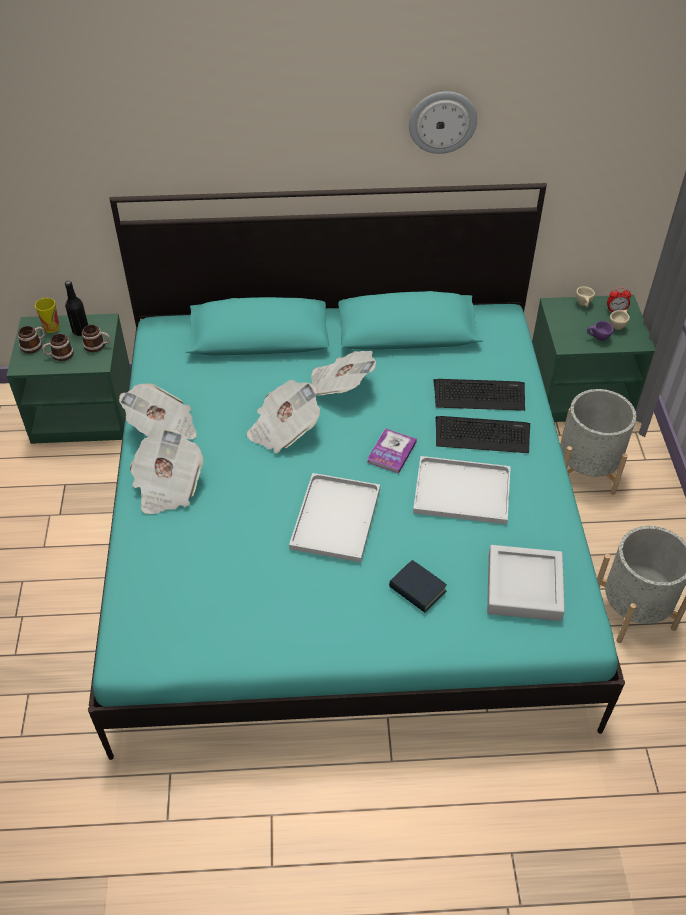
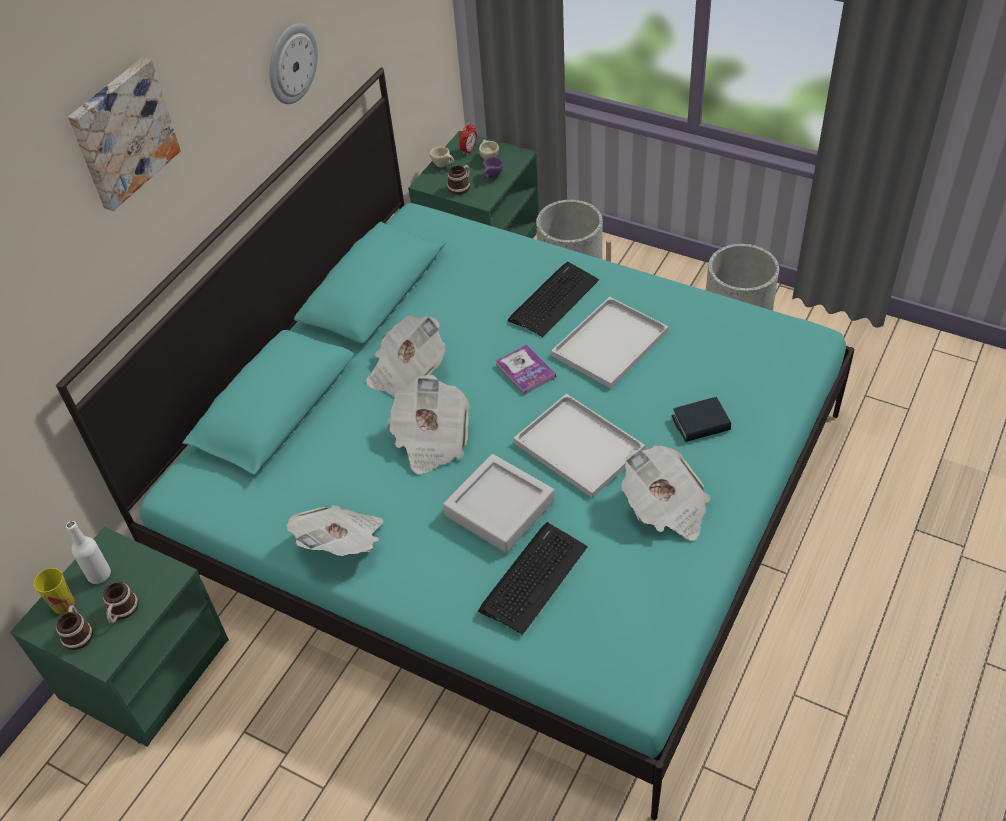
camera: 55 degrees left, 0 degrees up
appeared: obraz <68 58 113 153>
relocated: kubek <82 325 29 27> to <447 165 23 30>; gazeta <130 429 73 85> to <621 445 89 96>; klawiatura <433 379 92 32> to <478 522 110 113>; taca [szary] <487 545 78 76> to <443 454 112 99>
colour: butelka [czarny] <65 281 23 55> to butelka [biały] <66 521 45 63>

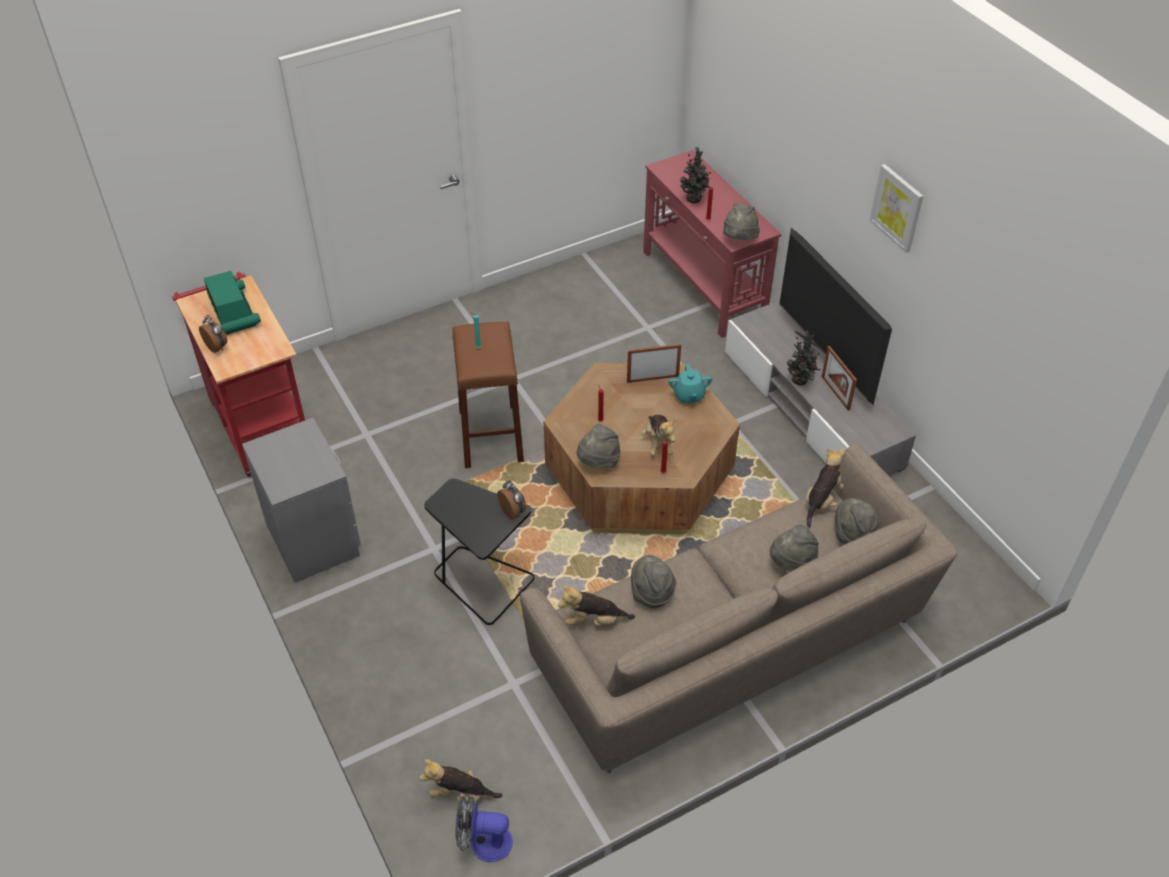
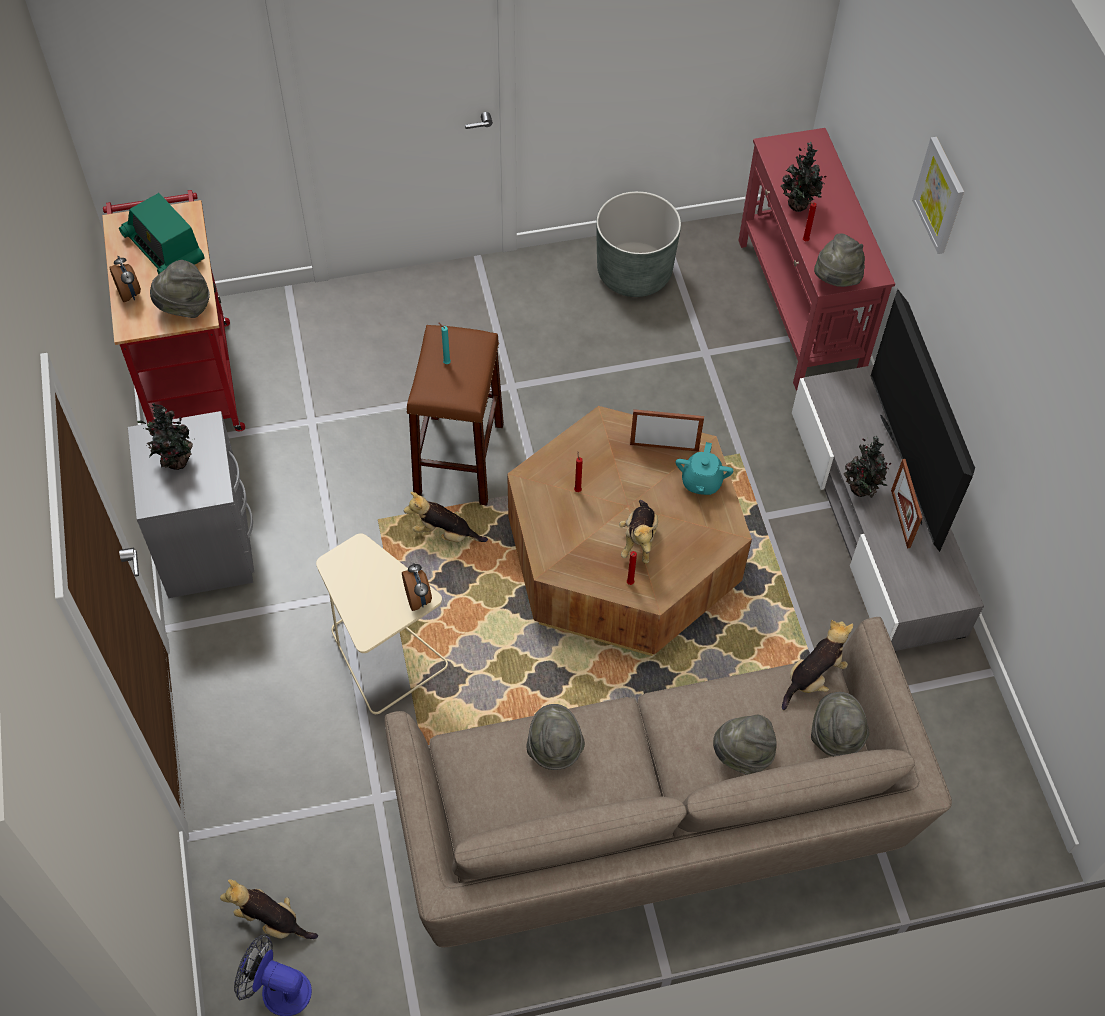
camera: 15 degrees right, 10 degrees up
appeared: roślina doniczkowa <137 403 56 67>; donica [szary] <596 191 85 106>
relocated: pluszak <558 585 77 41> to <404 492 84 50>; kapelusz [szary] <577 424 44 44> to <150 260 60 58>; obraz <869 164 54 89> to <912 137 52 117>
colour: stolik [czarny] <424 478 111 147> to stolik [beżowy] <316 533 132 181>
spun: radio <204 271 57 64> = <119 193 85 81> 150 degrees clockwise

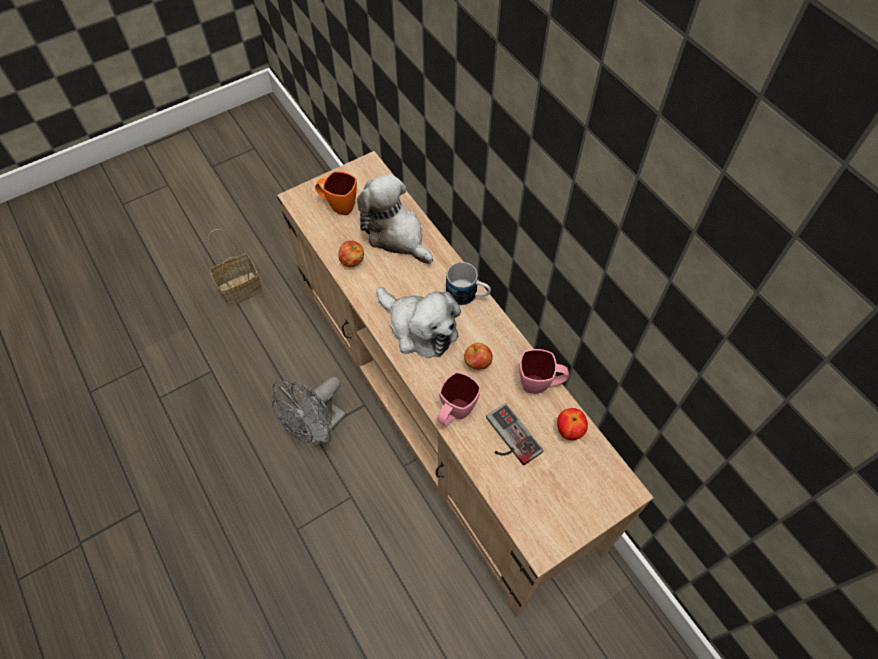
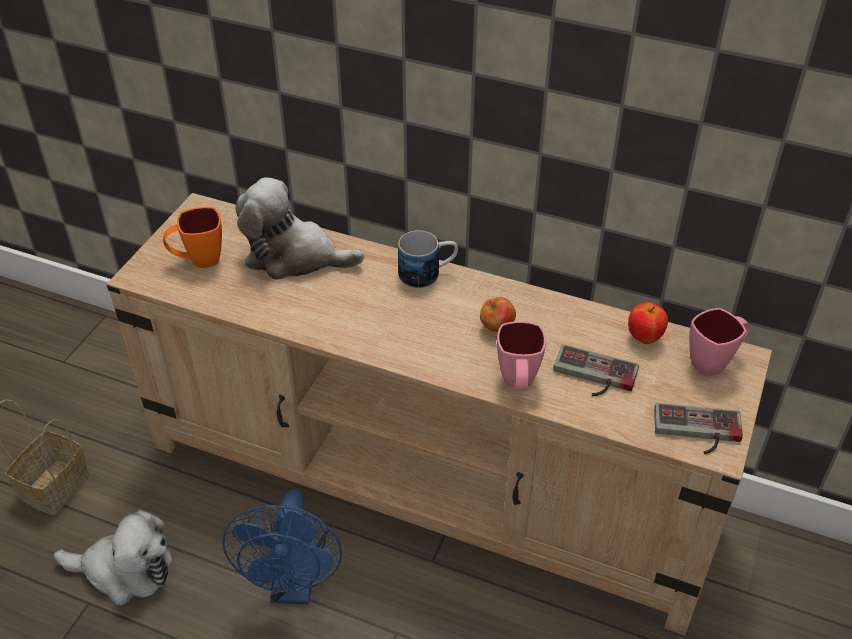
camera: 35 degrees left, 15 degrees down
missing: jabłko <338 241 26 26>
appeared: pad do gier <654 403 89 51>
relocated: pluszak <377 287 84 71> to <54 510 119 96>; kubek [różowy] <519 349 50 45> to <689 308 61 69>
colour: wentylator [szary] <272 377 74 70> to wentylator [niebieski] <222 489 120 115>

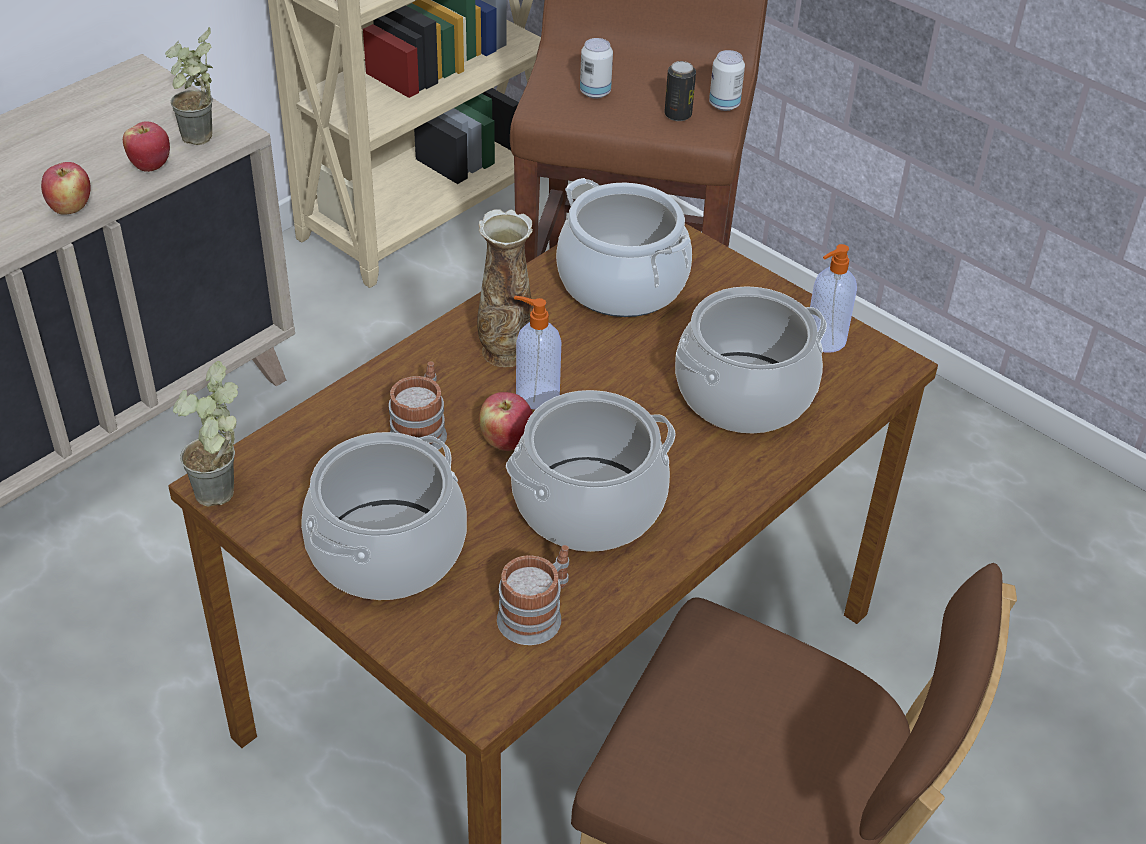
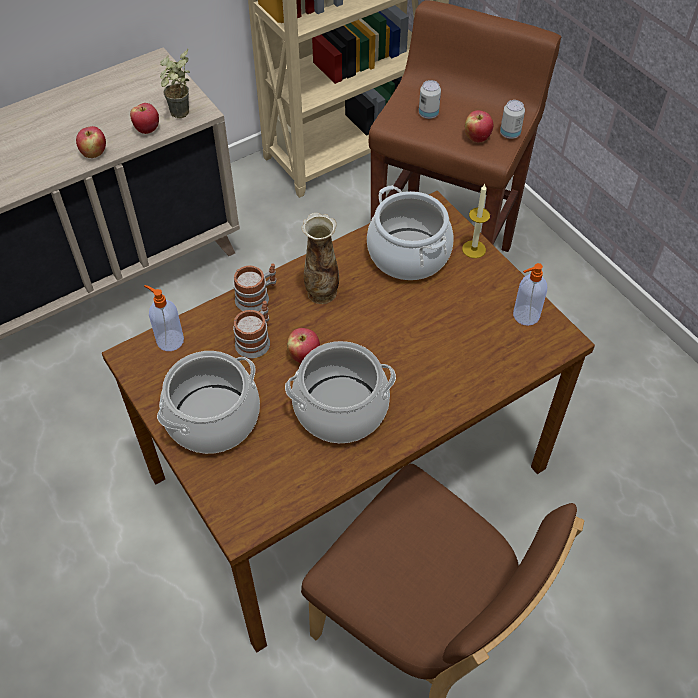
camera: 15 degrees right, 10 degrees up
missing: roślina doniczkowa <173 361 65 145>; garnek <675 286 152 147>
appeared: świeca <462 184 28 74>
relocated: kubek <497 545 72 100> to <233 263 44 48>; dozownik mydła <514 296 47 114> to <144 285 40 66>
exchanged: puszka <664 61 32 60> to jabłko <465 110 28 33>

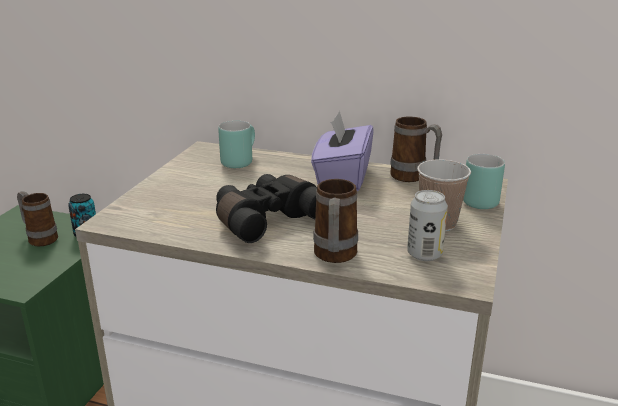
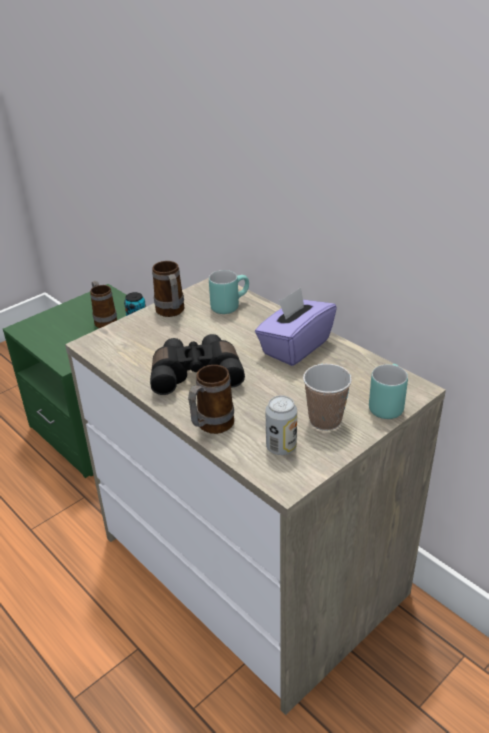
camera: 30 degrees right, 10 degrees up
relocated: kubek <390 116 52 66> to <152 261 33 56>

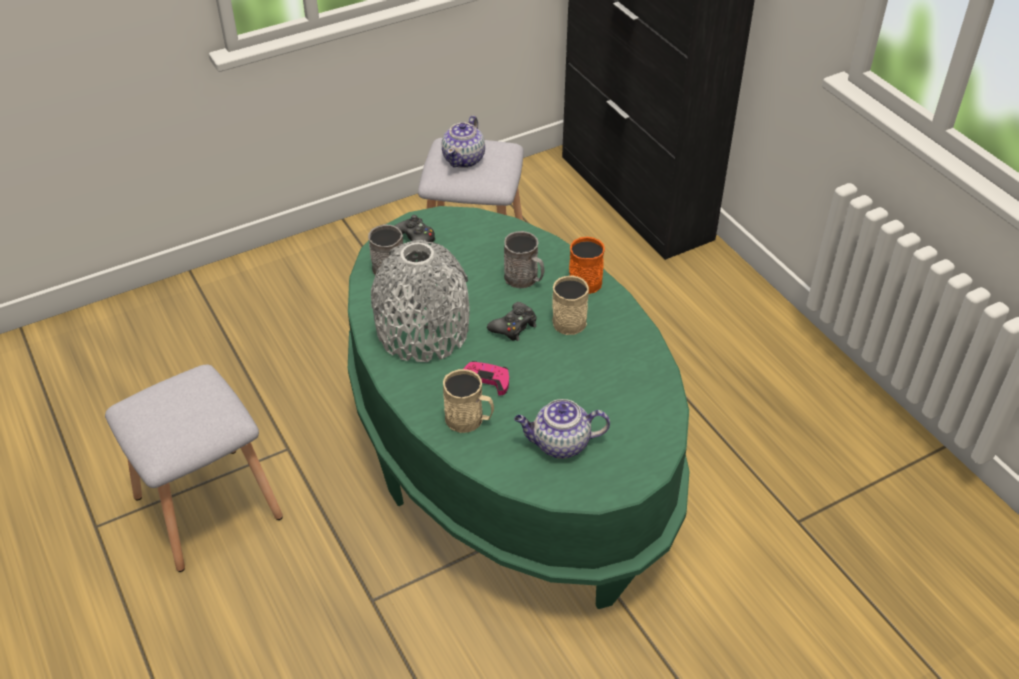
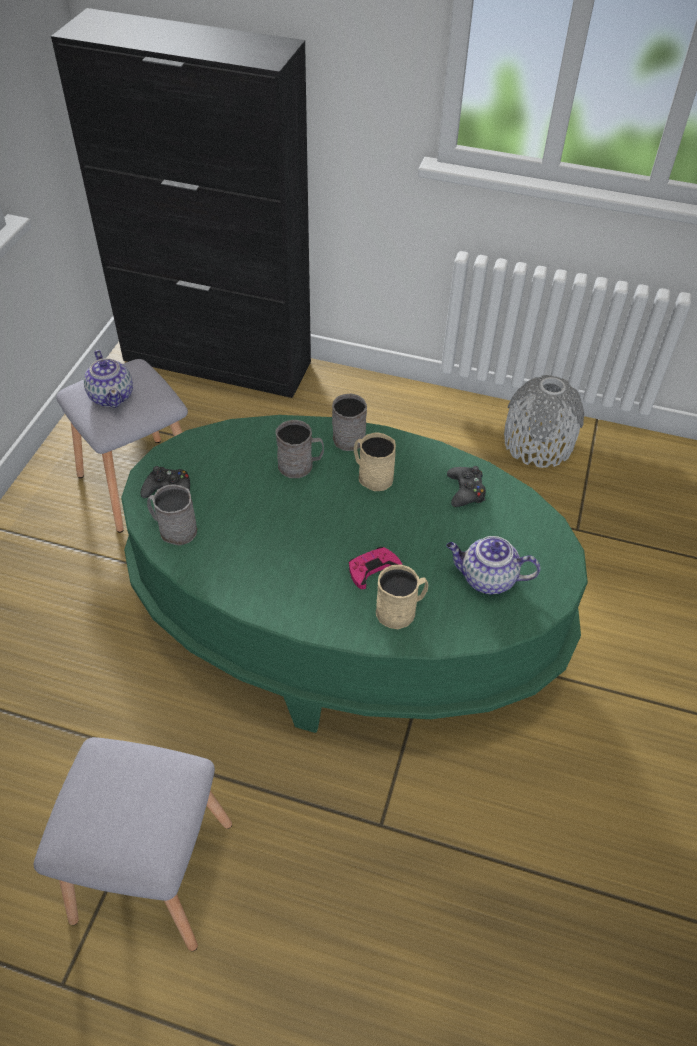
camera: 45 degrees left, 5 degrees up
relocated: wazon [szary] <371 240 98 122> to <504 375 81 93>; pad do gier [czarny] <487 302 50 39> to <447 466 39 41>
colour: kubek [pomarańczowy] <569 237 36 57> to kubek [szary] <332 393 35 58>
spun: imbryk <514 399 96 60> = <446 536 94 58> 60 degrees clockwise

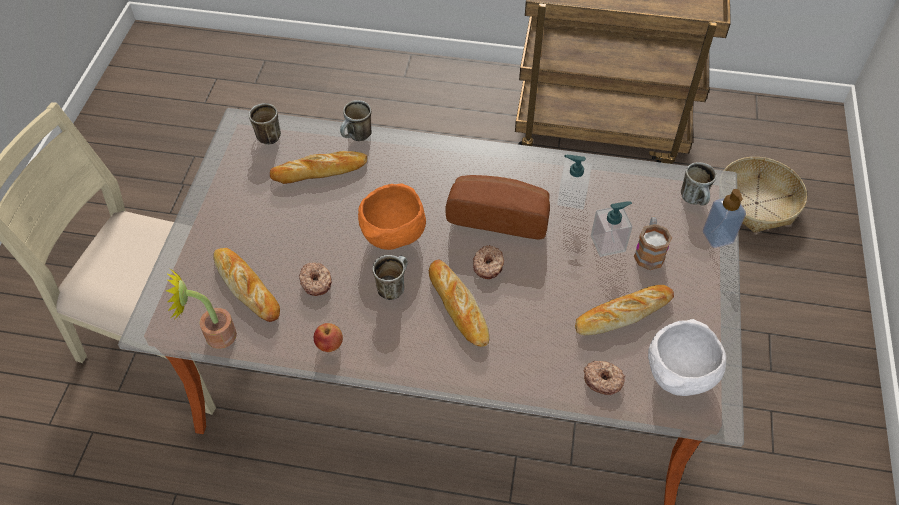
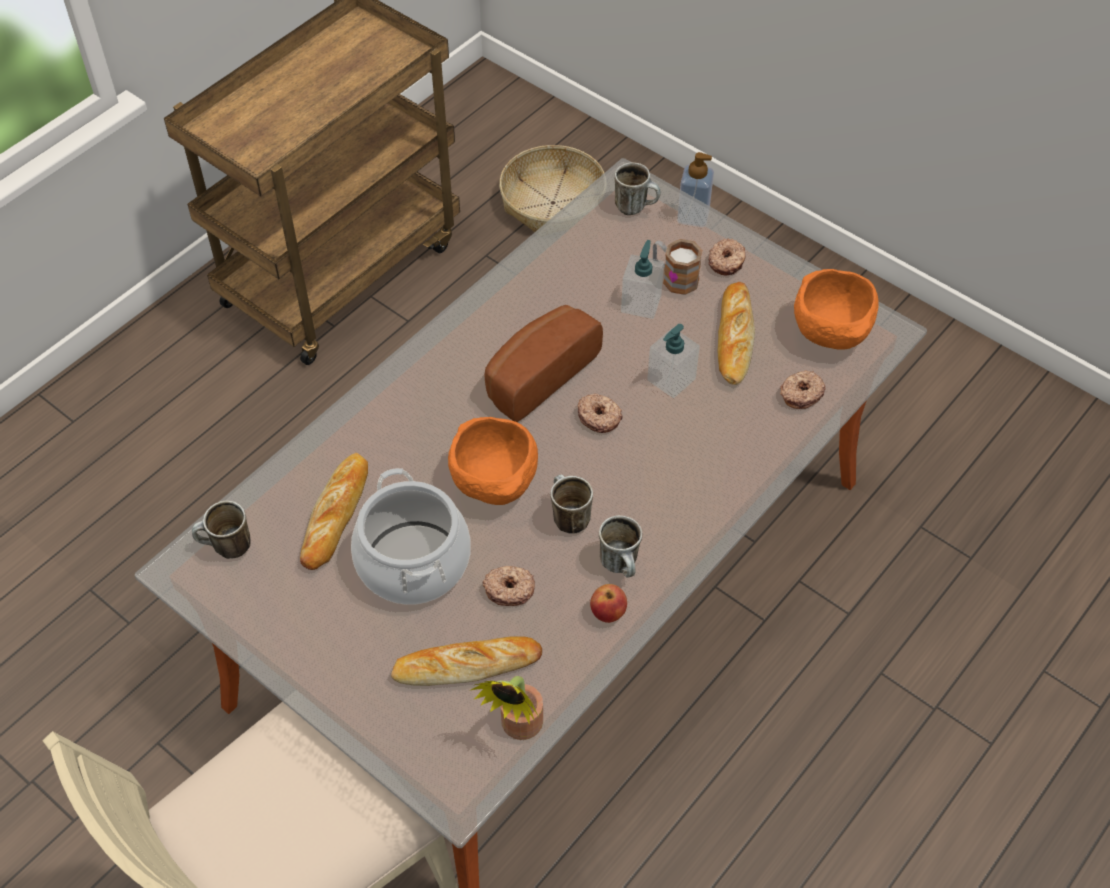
camera: 60 degrees left, 0 degrees up
missing: chleb <429 260 61 87>
appeared: garnek <351 468 120 137>; donut <708 239 38 36>
relocated: kubek <340 100 31 41> to <599 515 43 63>; dozownik mydła <557 155 35 54> to <647 324 53 74>
colour: miska [biały] <648 319 78 77> to miska [pomarańczowy] <794 269 85 81>

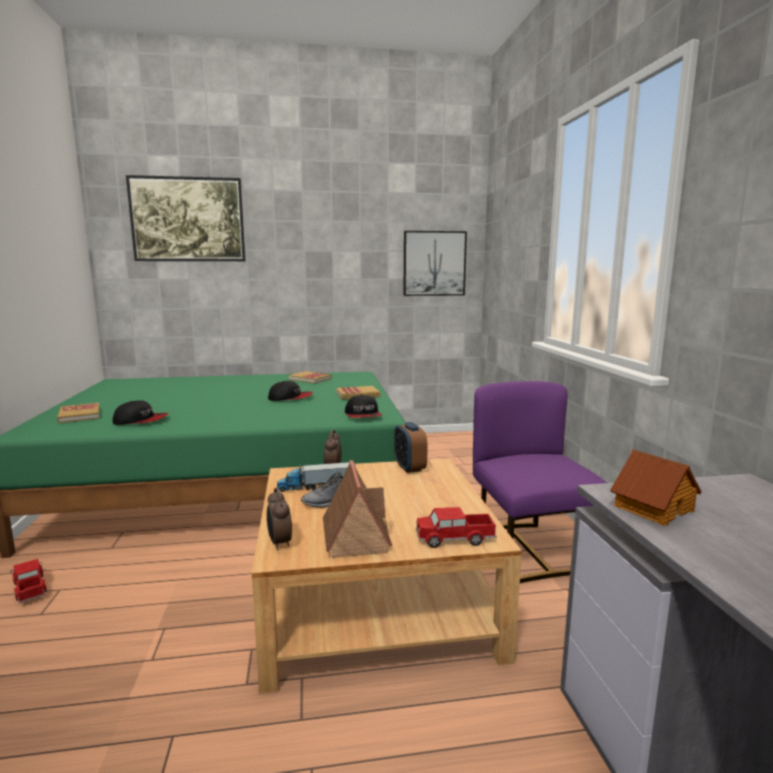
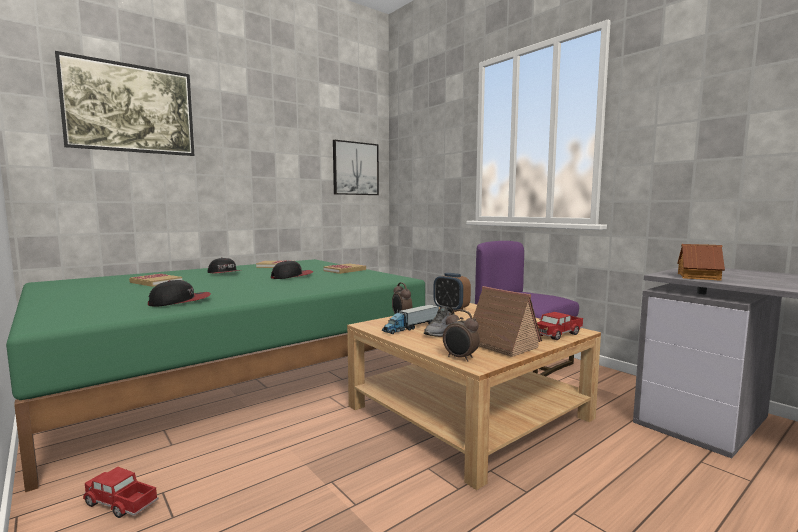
camera: 30 degrees left, 5 degrees down
relocated: książka <57 403 43 20> to <129 274 53 13>; czapka z daszkiem <345 394 37 24> to <207 258 34 16>

